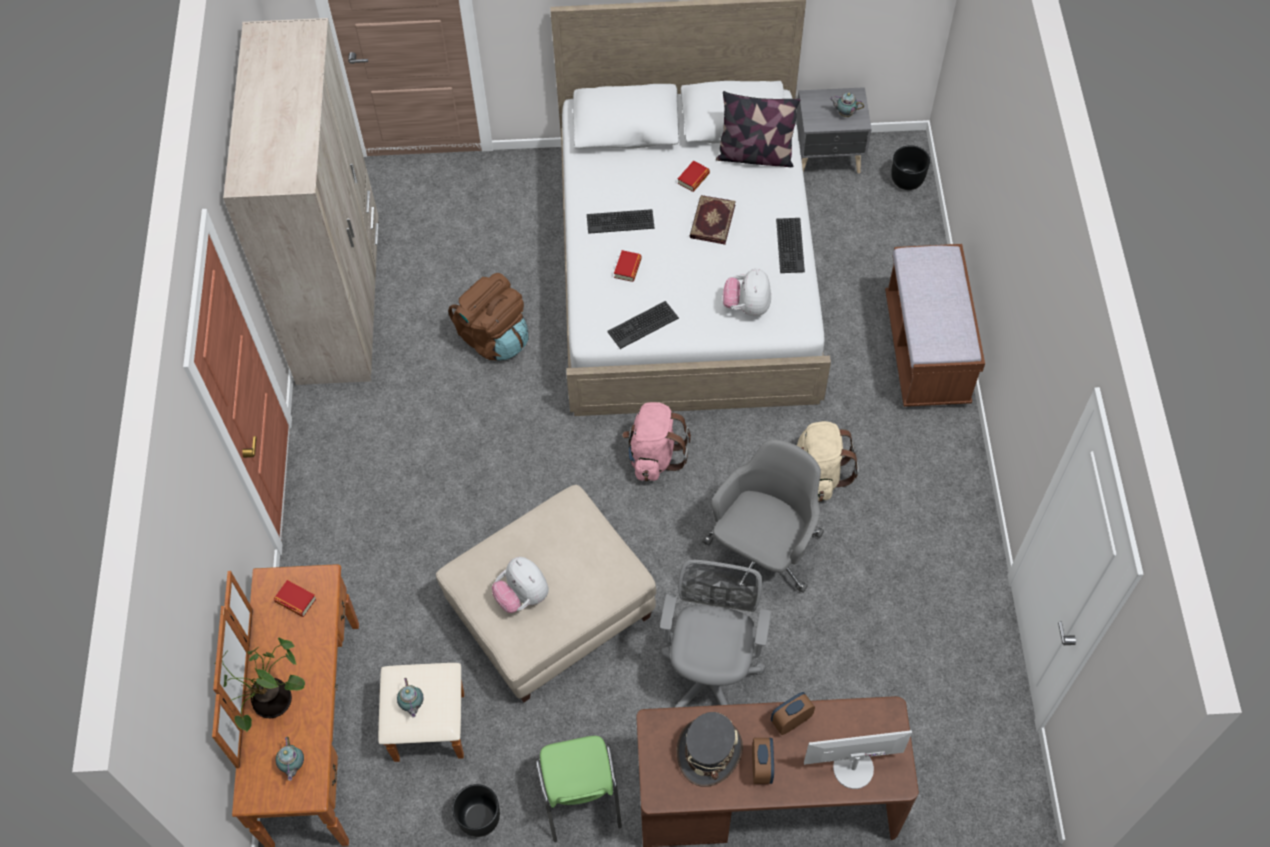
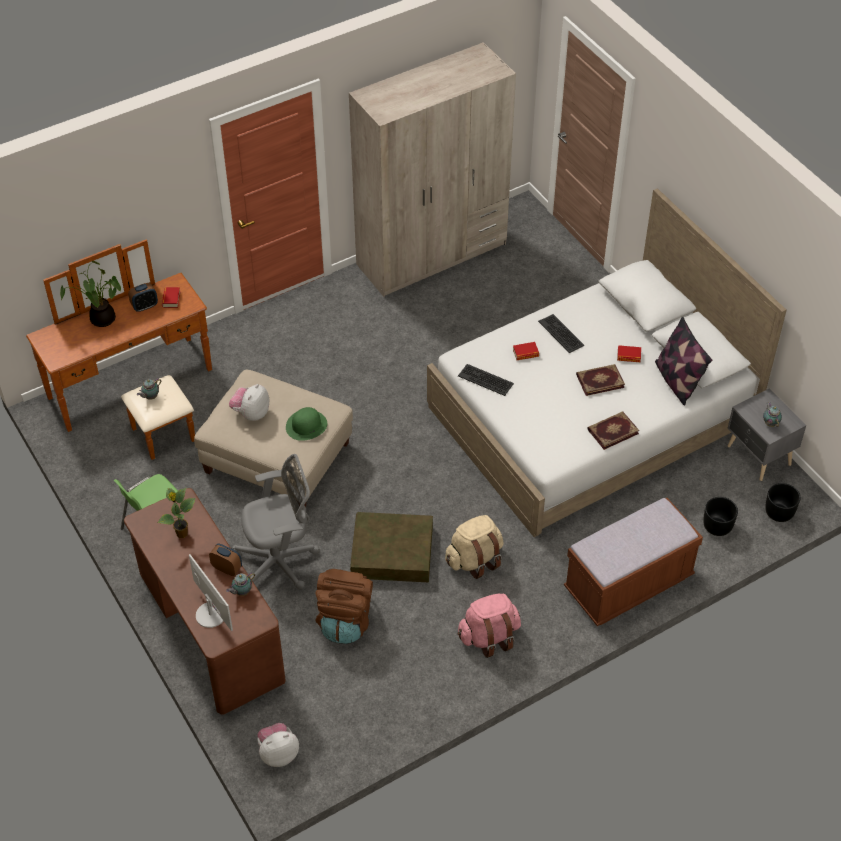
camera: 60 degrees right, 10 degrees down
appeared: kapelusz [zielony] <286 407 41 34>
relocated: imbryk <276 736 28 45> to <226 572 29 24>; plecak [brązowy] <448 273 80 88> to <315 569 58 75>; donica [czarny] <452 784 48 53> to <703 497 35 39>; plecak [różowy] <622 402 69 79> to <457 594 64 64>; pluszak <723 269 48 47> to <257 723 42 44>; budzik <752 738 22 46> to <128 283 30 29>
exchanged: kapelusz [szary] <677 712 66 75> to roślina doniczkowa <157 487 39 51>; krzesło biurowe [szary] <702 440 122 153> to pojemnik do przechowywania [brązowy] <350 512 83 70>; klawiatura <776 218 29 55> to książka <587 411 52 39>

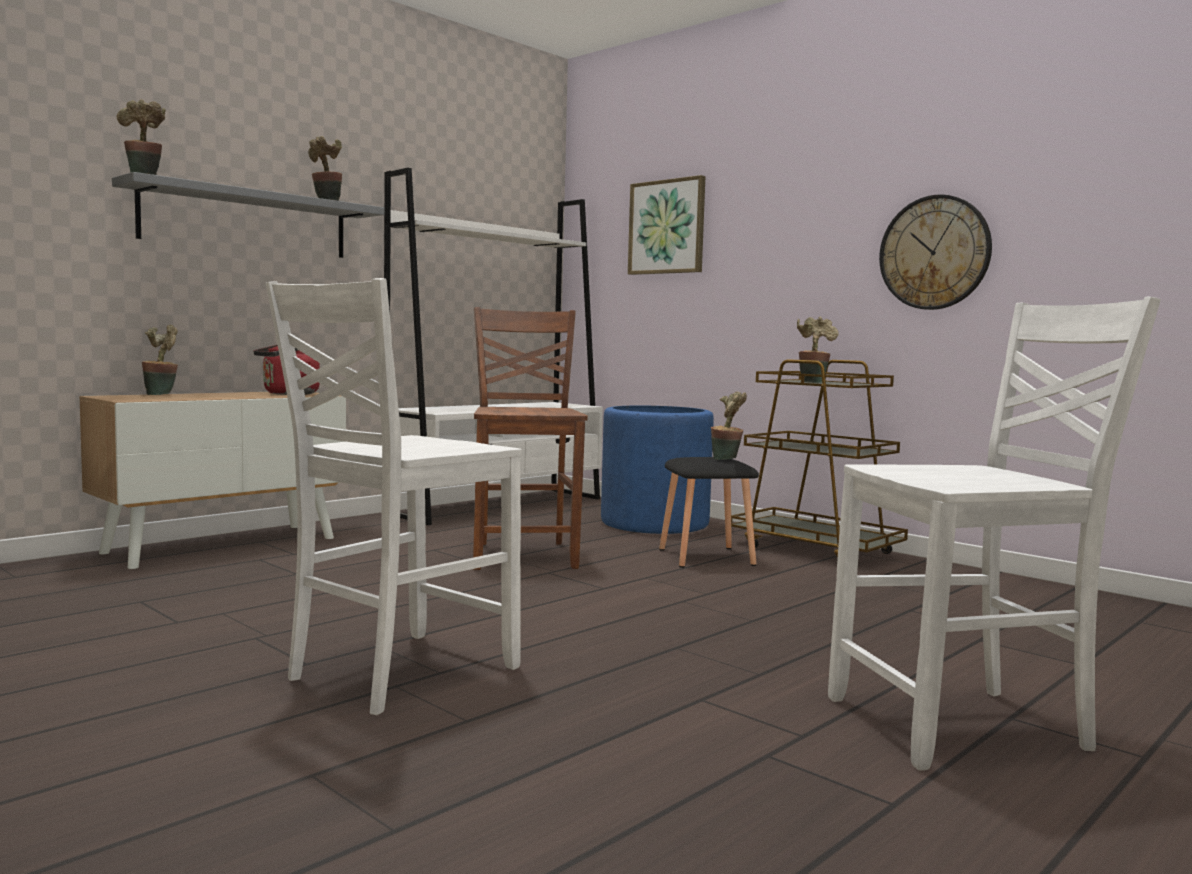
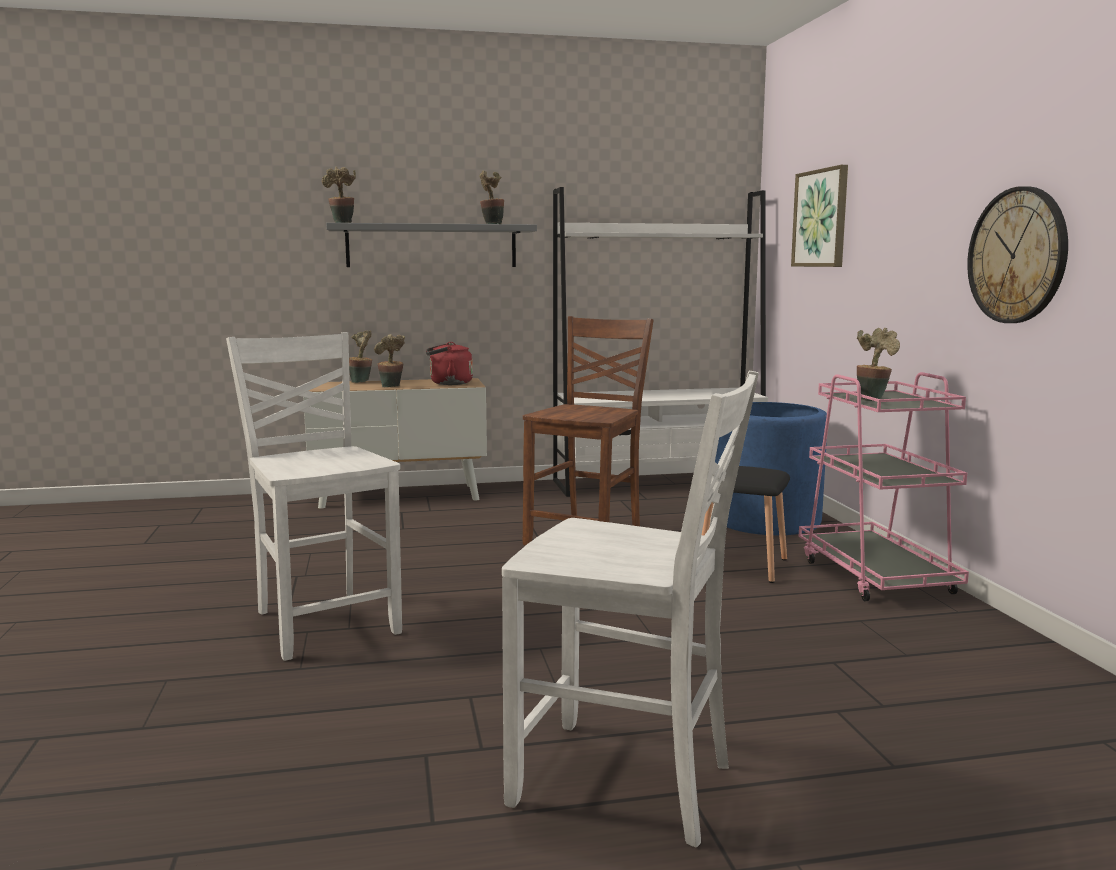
camera: 35 degrees right, 5 degrees up
relocated: roślina doniczkowa <711 392 36 68> to <374 334 31 53>
colour: wózek [brązowy] <731 359 177 198> to wózek [różowy] <799 372 170 229>
spun: krzesło [biały] <266 278 256 437> = <226 332 176 329> 75 degrees clockwise

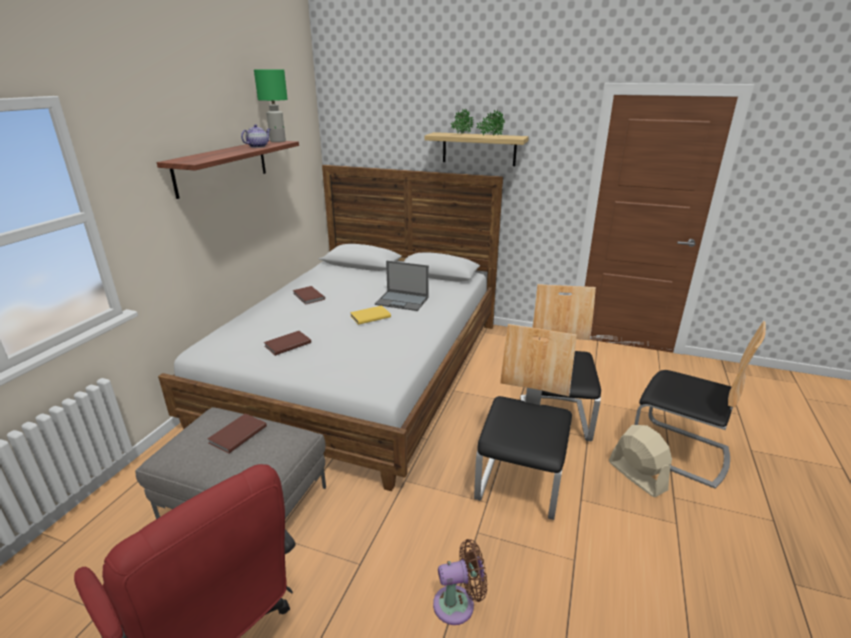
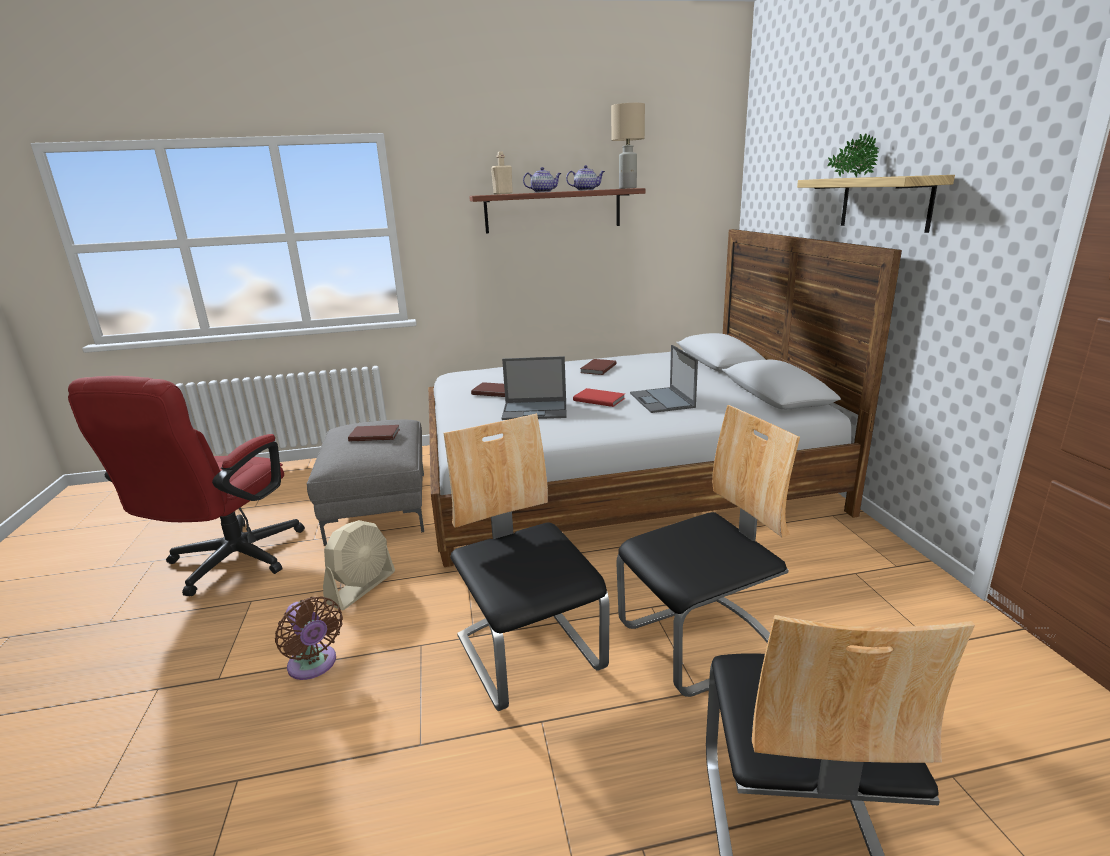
camera: 60 degrees right, 5 degrees down
missing: roślina doniczkowa <476 110 29 26>
appeared: butelka [beżowy] <491 152 22 43>; laptop <502 356 64 64>; imbryk <523 167 39 26>
relocated: wentylator [beżowy] <609 425 63 72> to <323 520 72 90>
colour: lampa stołowa [zielony] <254 69 34 73> to lampa stołowa [beżowy] <611 103 34 86>; książka [żółty] <350 305 41 20> to książka [czerwony] <573 388 52 19>
spun: krzesło <474 324 103 196> = <443 414 167 297> 105 degrees counterclockwise

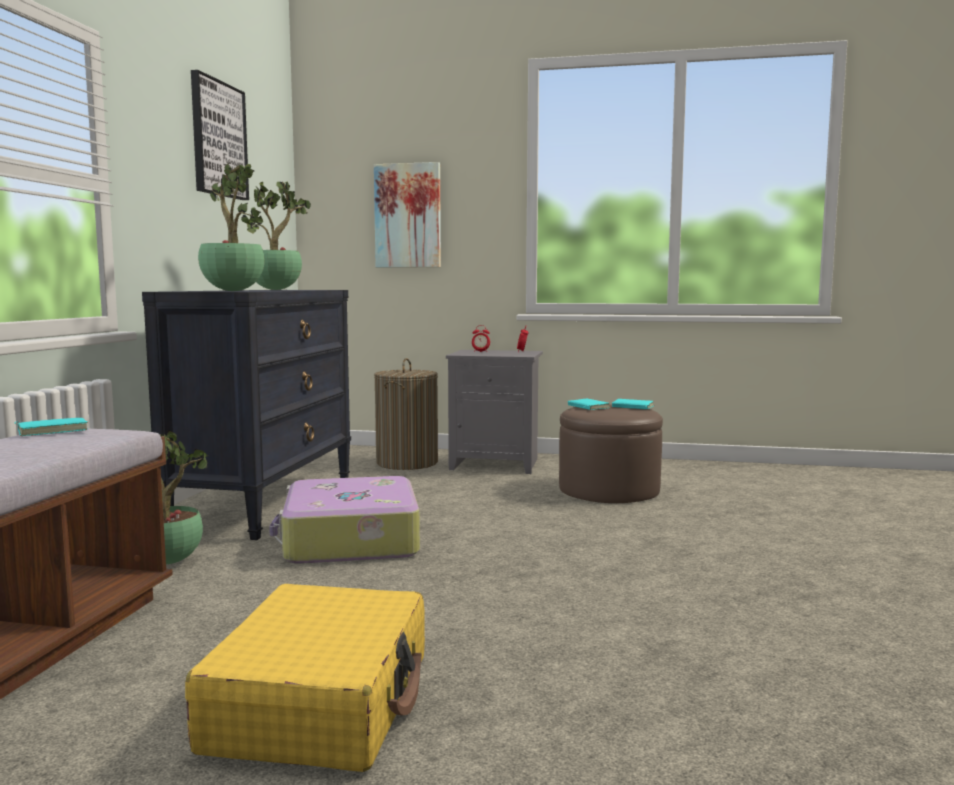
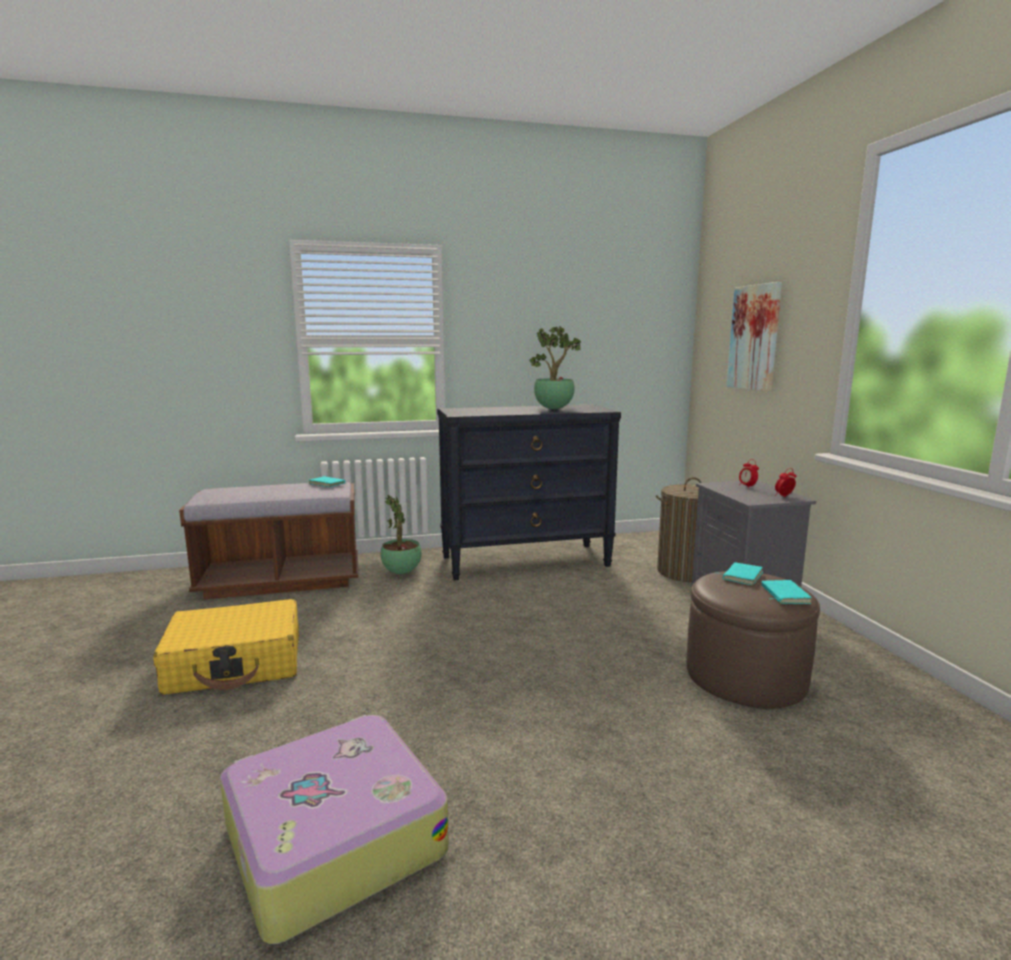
camera: 65 degrees right, 5 degrees up
missing: obraz <191 70 58 130>; roślina doniczkowa <198 163 67 128>
relocated: walizka <269 476 151 88> to <220 715 229 229>

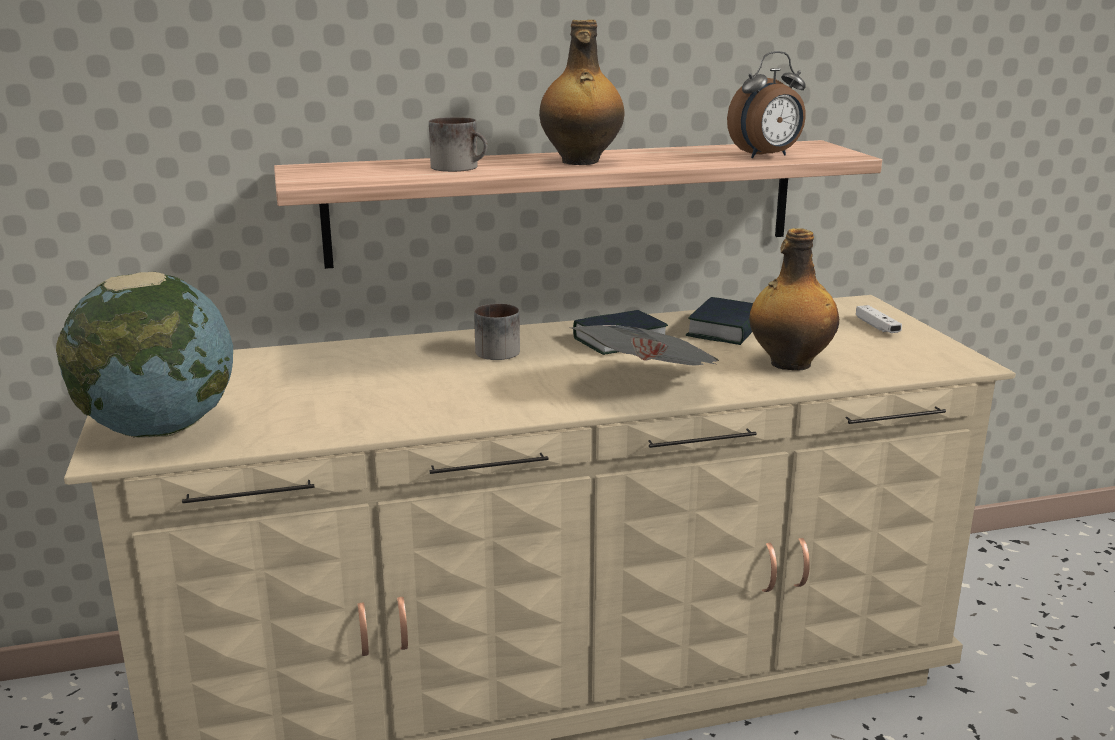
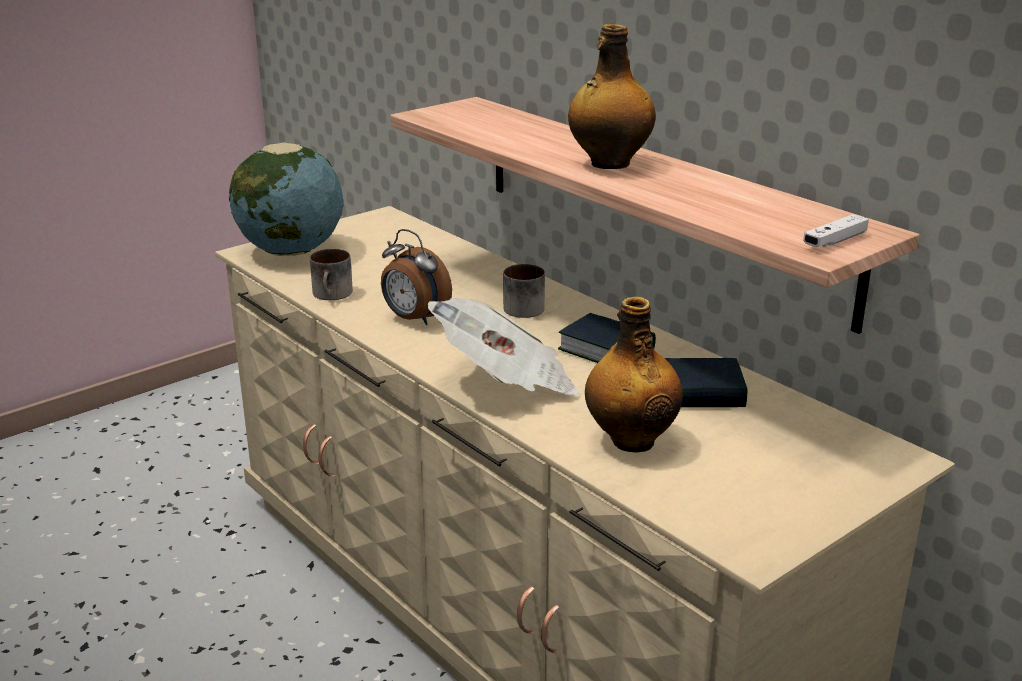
camera: 65 degrees right, 5 degrees up
relocated: kubek <429 117 59 55> to <310 249 43 51>; budzik <727 51 79 107> to <381 229 71 96>; pad do gier [biały] <856 305 46 28> to <803 214 66 33>

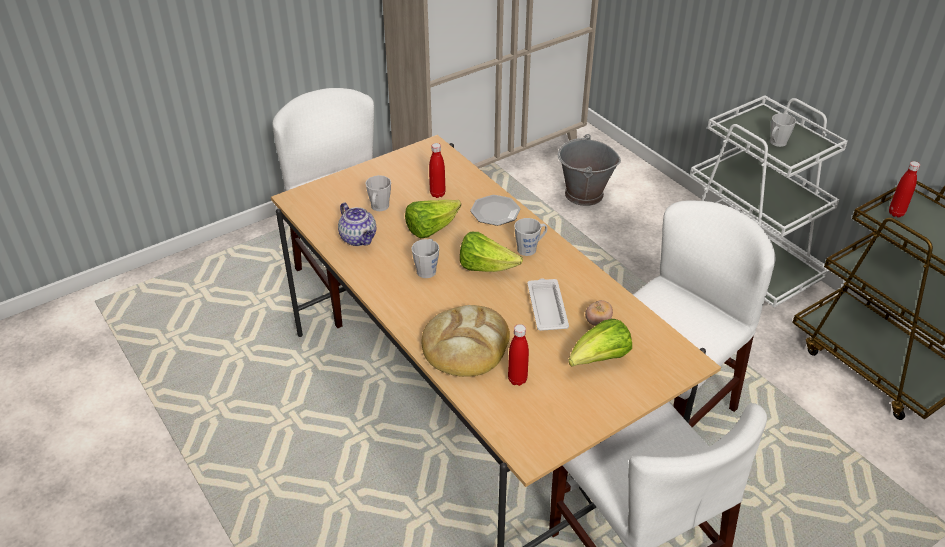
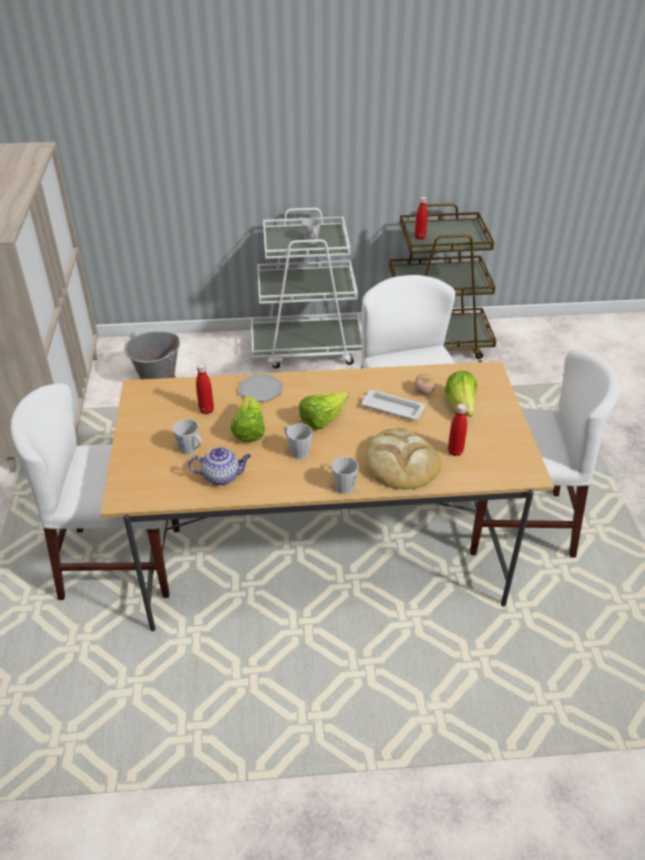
camera: 60 degrees left, 0 degrees up
relocated: kubek [szary] <514 218 34 38> to <332 455 27 39>

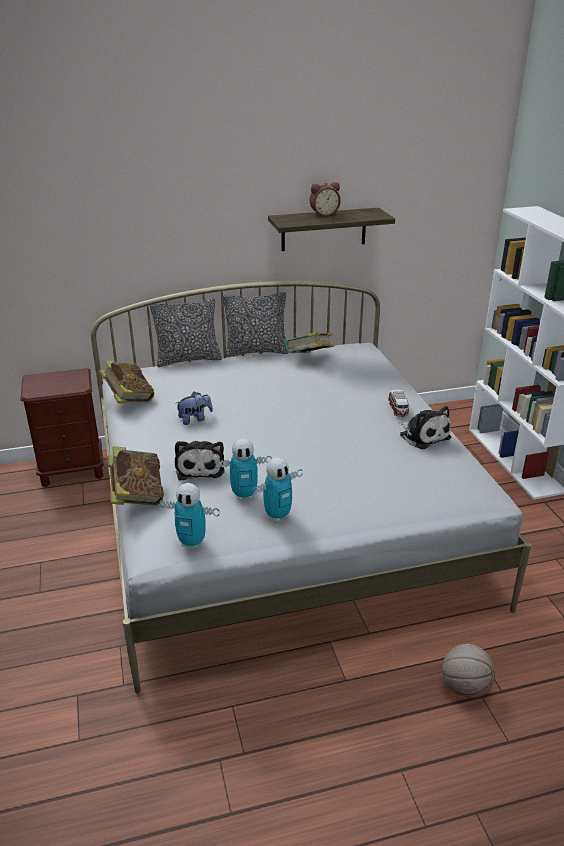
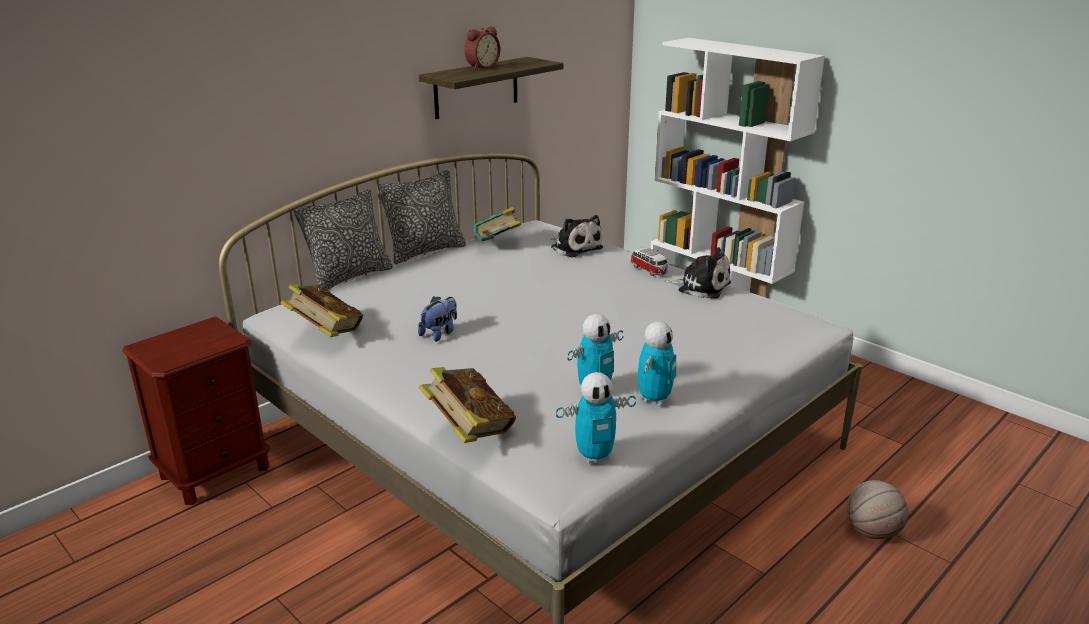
camera: 30 degrees left, 5 degrees down
relocated: pluszak <175 441 50 39> to <551 215 52 43>

